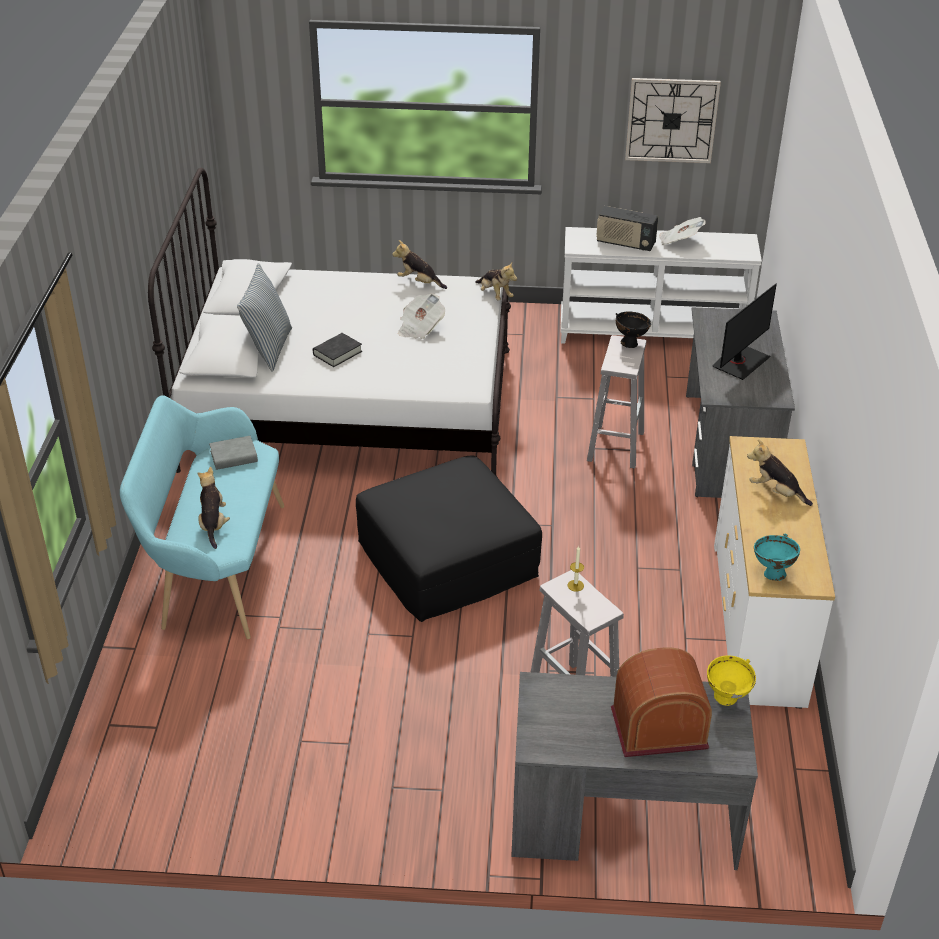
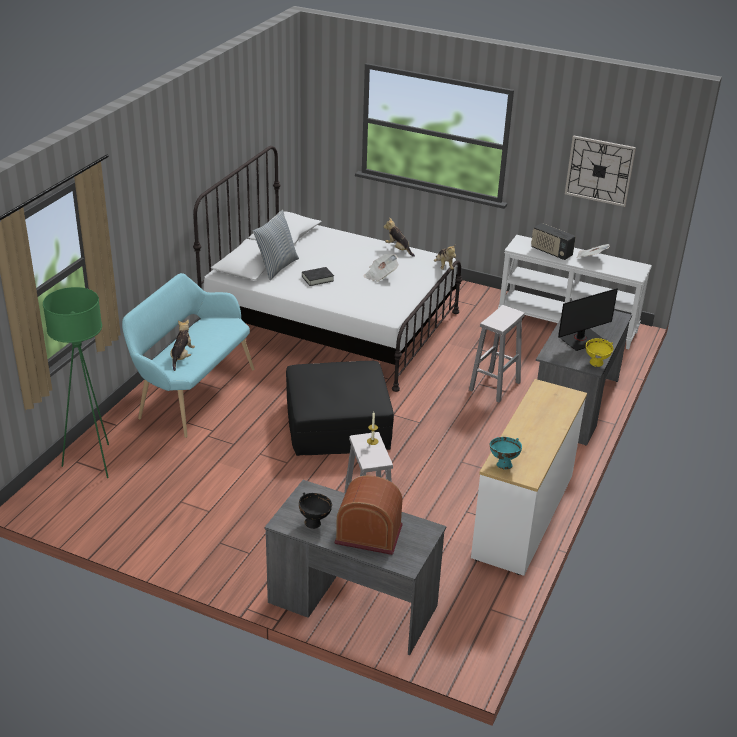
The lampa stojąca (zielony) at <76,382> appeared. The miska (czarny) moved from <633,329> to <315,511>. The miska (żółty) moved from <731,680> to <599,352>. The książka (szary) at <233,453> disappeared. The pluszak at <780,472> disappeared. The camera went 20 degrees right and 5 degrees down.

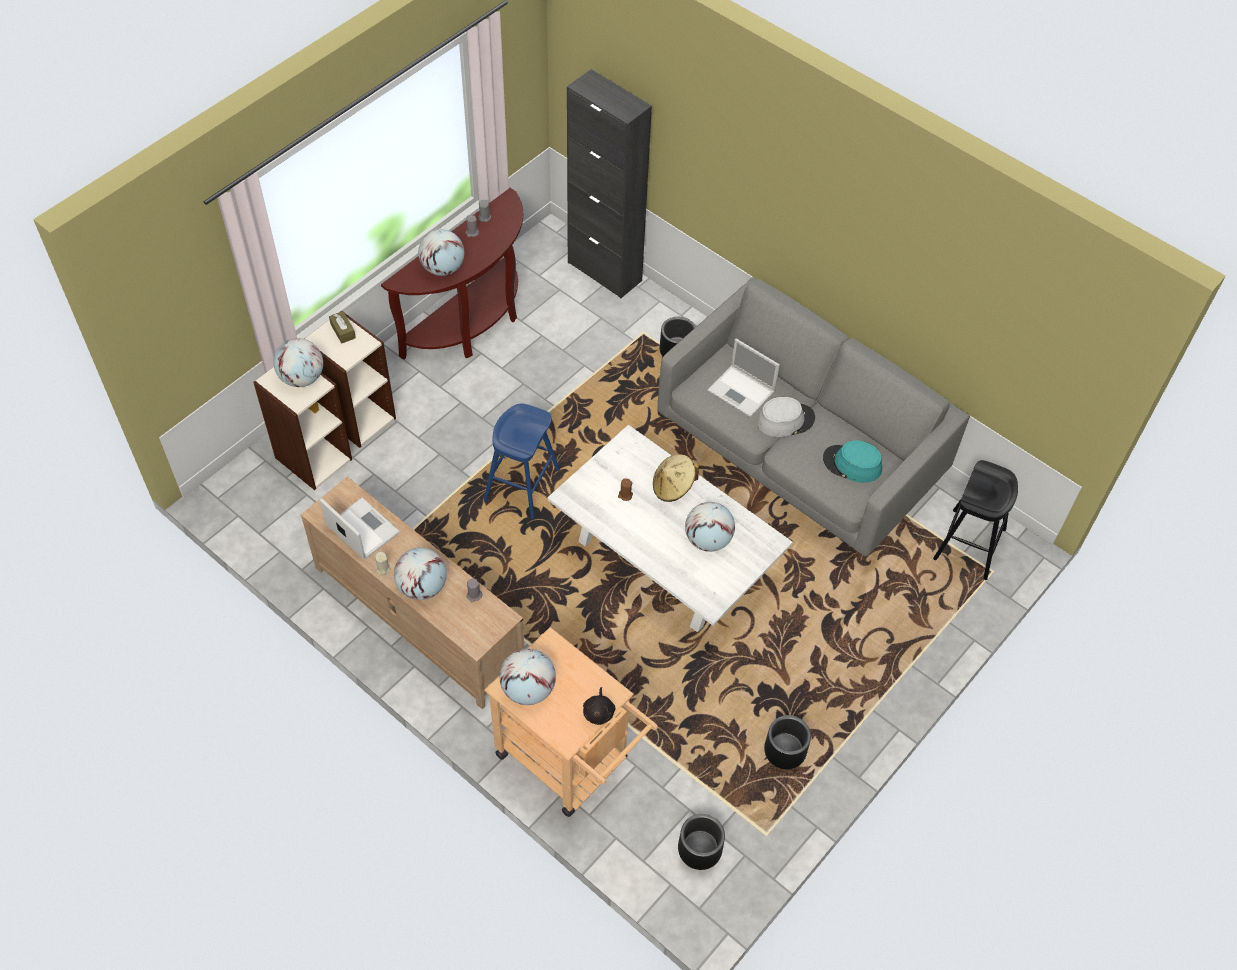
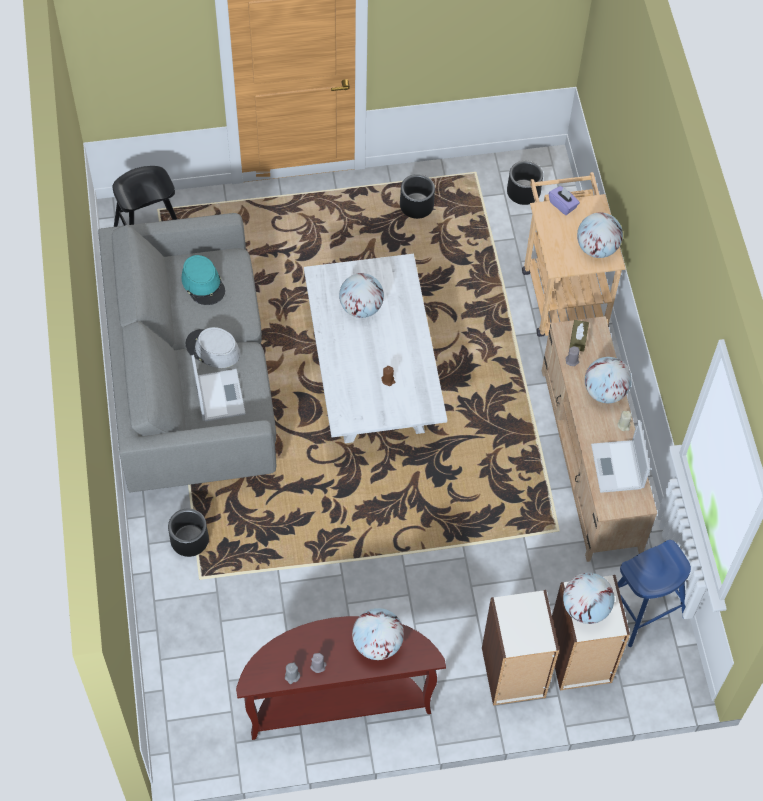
The pluszak (czarny) at <599,706> was replaced by the pudełko chusteczek (fioletowy) at <564,200>. The pudełko chusteczek (brązowy) moved from <342,327> to <579,336>. The stołek (niebieski) moved from <522,461> to <654,593>. The szafka (czarny) at <609,183> disappeared. The kapelusz (beżowy) at <676,478> disappeared. The camera went 140 degrees left and 5 degrees up.

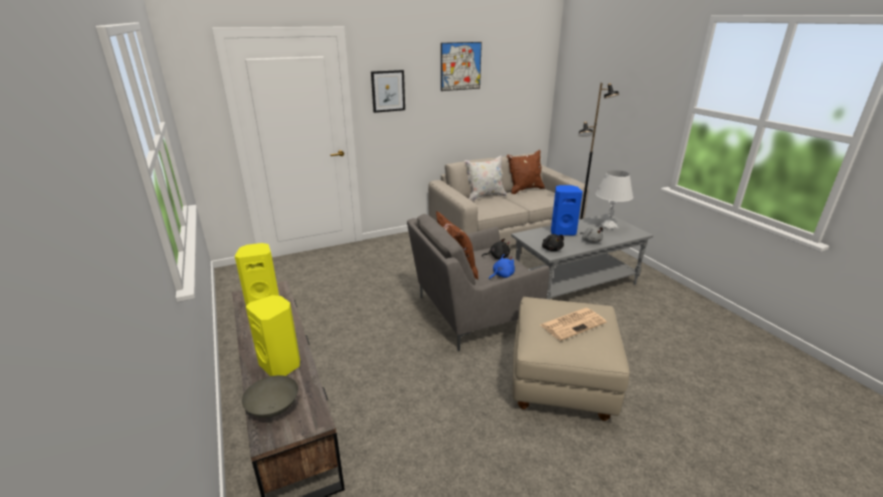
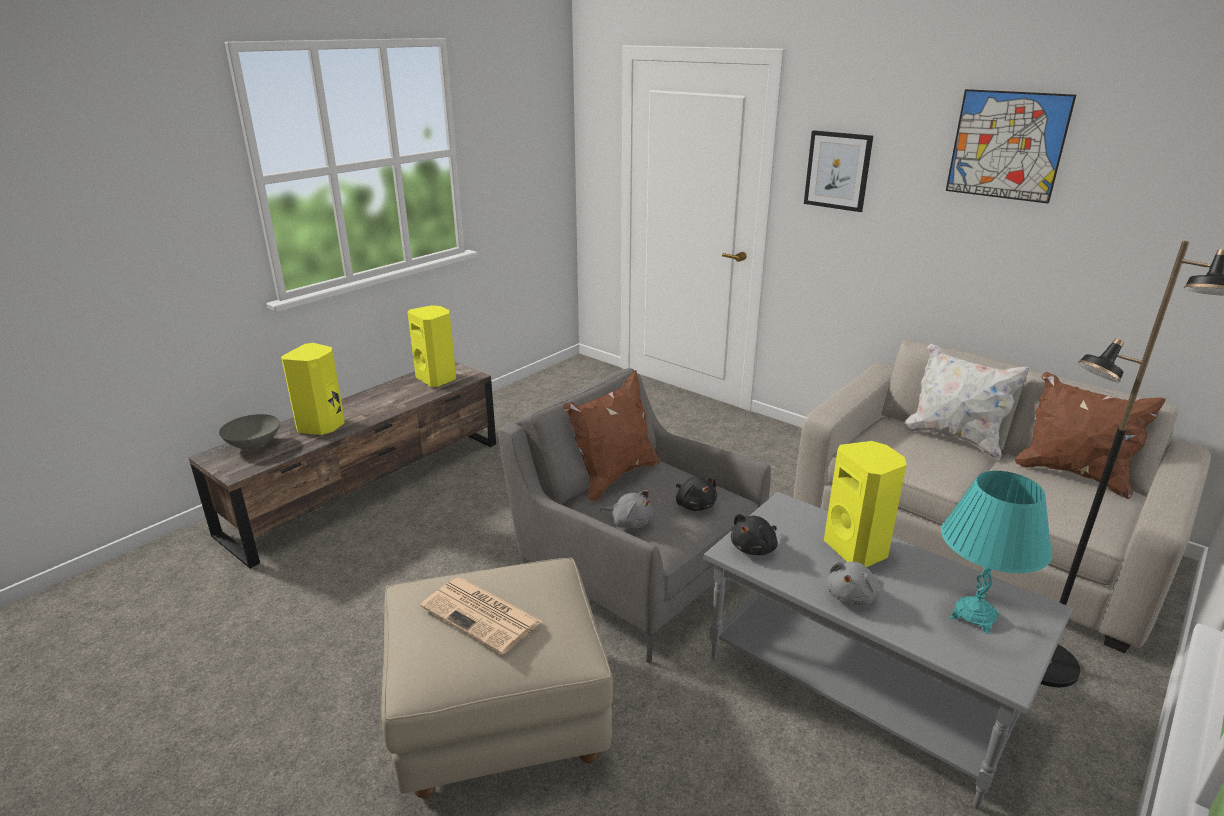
The pluszak (niebieski) at <502,266> became the pluszak (szary) at <626,509>. The głośnik (niebieski) at <567,210> became the głośnik (żółty) at <865,504>. The lampa stołowa (biały) at <614,200> became the lampa stołowa (turkusowy) at <996,552>. The camera went 65 degrees right and 0 degrees up.

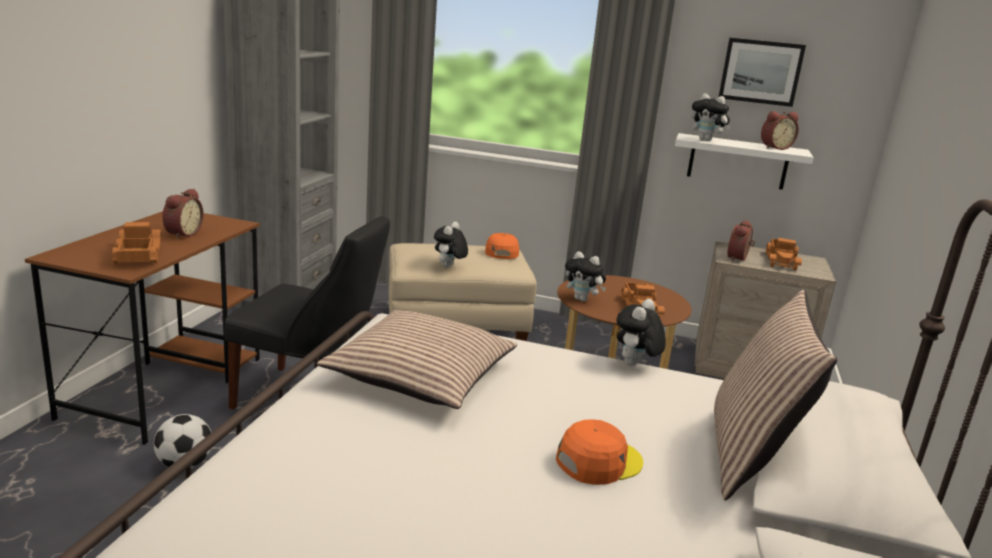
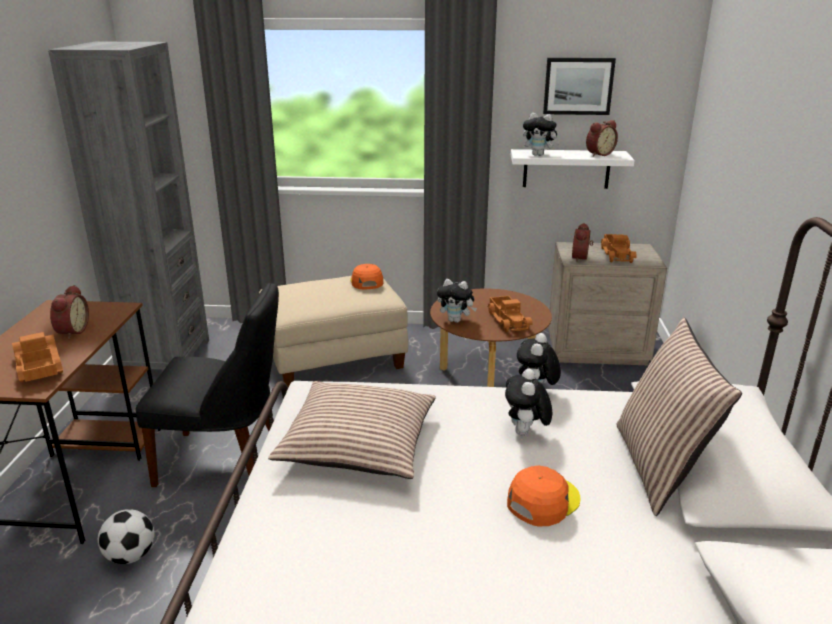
The pluszak moved from <451,245> to <528,402>. The camera went 10 degrees left and 5 degrees up.

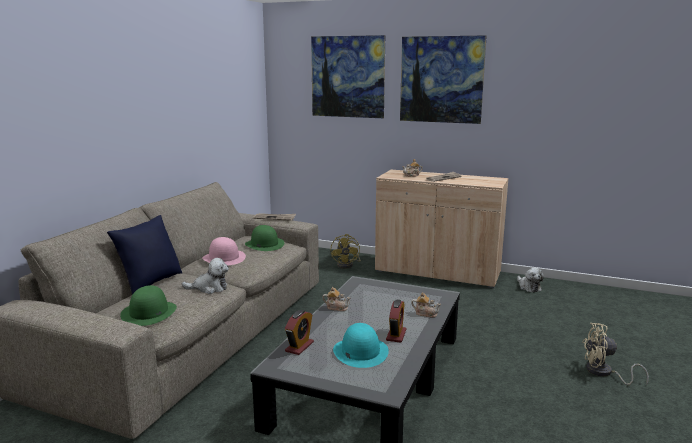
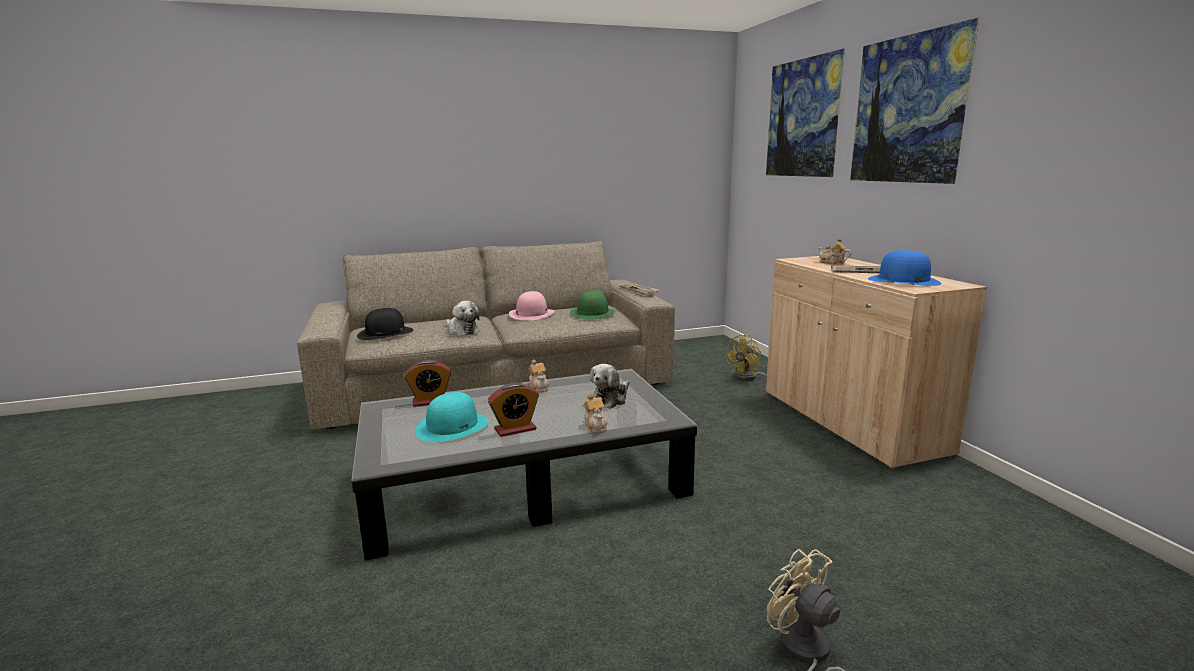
The kapelusz (zielony) at <148,305> became the kapelusz (czarny) at <385,324>. The pluszak moved from <530,280> to <609,386>. The kapelusz (niebieski) at <905,268> appeared. The poduszka (niebieski) at <144,255> disappeared. The camera went 50 degrees right and 0 degrees up.

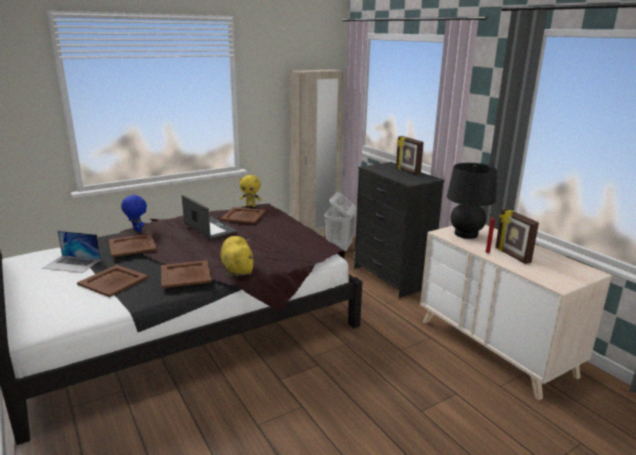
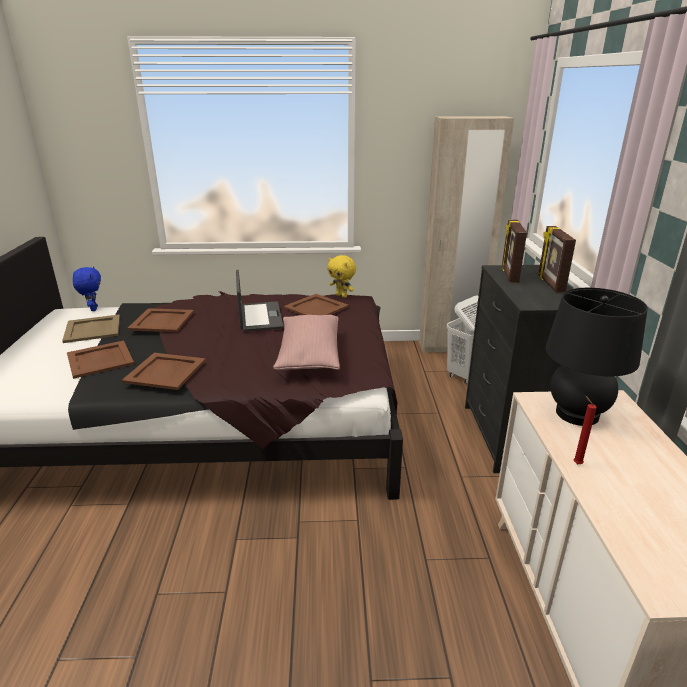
The laptop at <72,252> was replaced by the taca (beżowy) at <91,329>. The pluszak (niebieski) moved from <134,213> to <87,288>. The poduszka (różowy) at <306,342> appeared. The ramka na zdjęcie moved from <517,236> to <514,251>. The pluszak (żółty) at <237,256> disappeared. The camera went 30 degrees right and 5 degrees up.

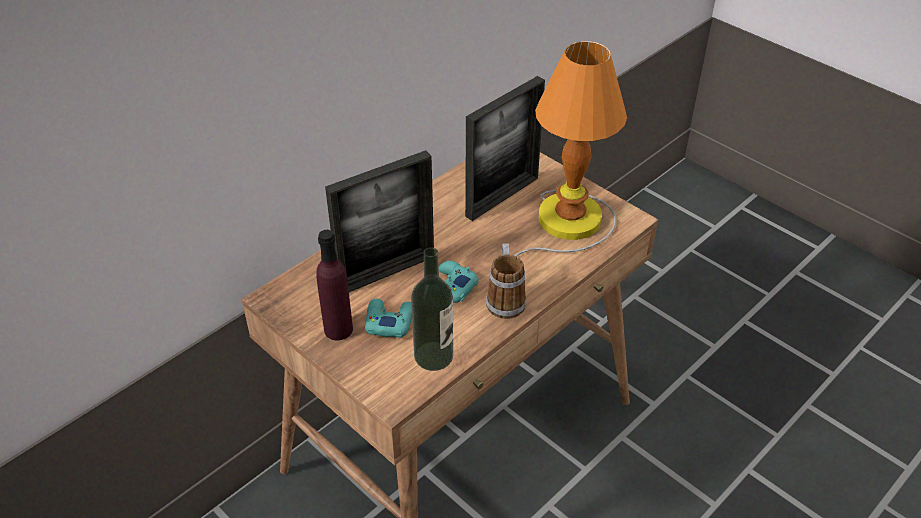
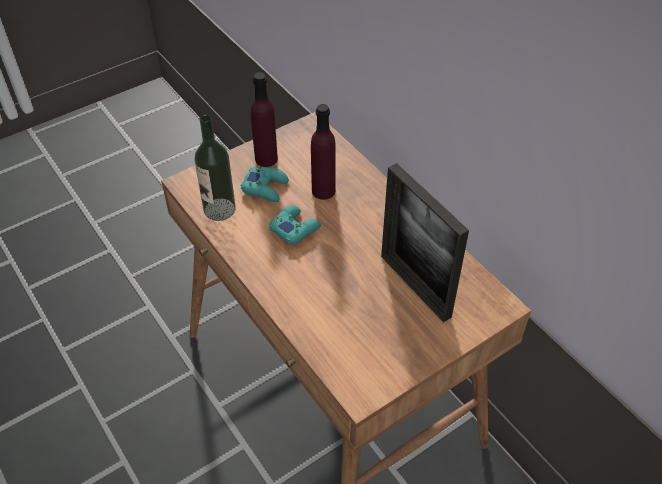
The ramka na zdjęcie at <379,221> was replaced by the butelka (fioletowy) at <323,152>. The kubek at <506,281> disappeared. The lampa stołowa at <571,148> disappeared. The camera went 100 degrees right and 5 degrees up.

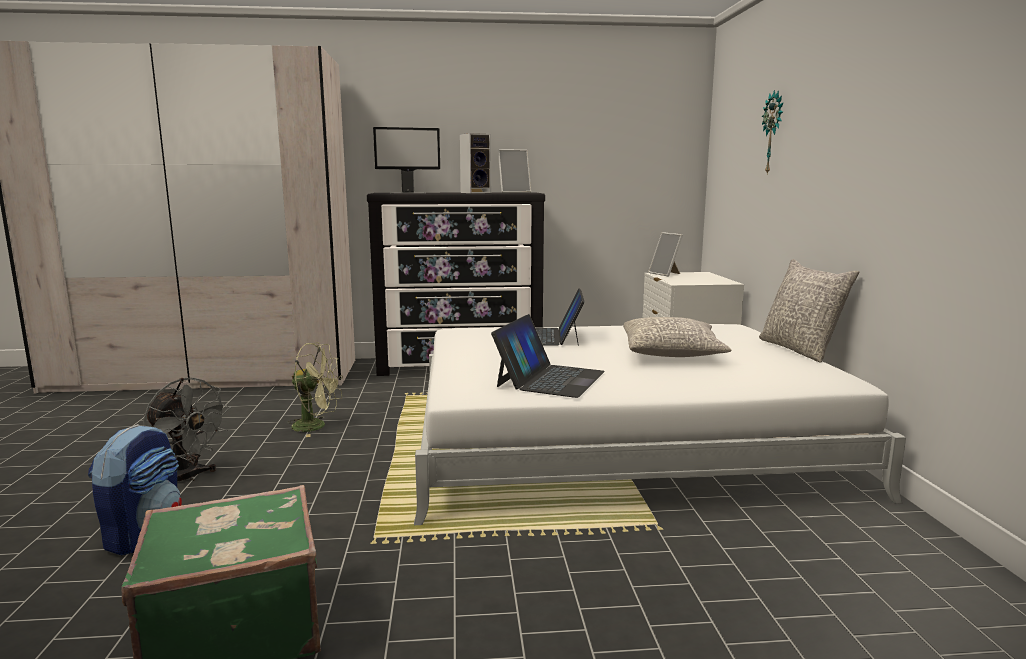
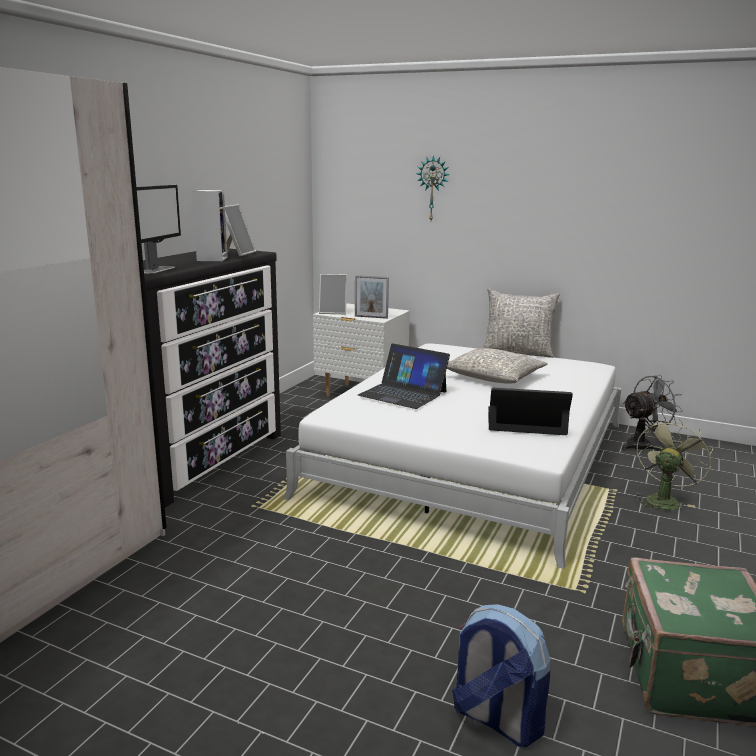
The ramka na zdjęcie at <372,297> appeared. The laptop at <548,356> turned 45 degrees counterclockwise. The wentylator (szary) moved from <187,430> to <652,413>. The wentylator (zielony) moved from <315,389> to <673,464>. The camera went 60 degrees left and 5 degrees up.

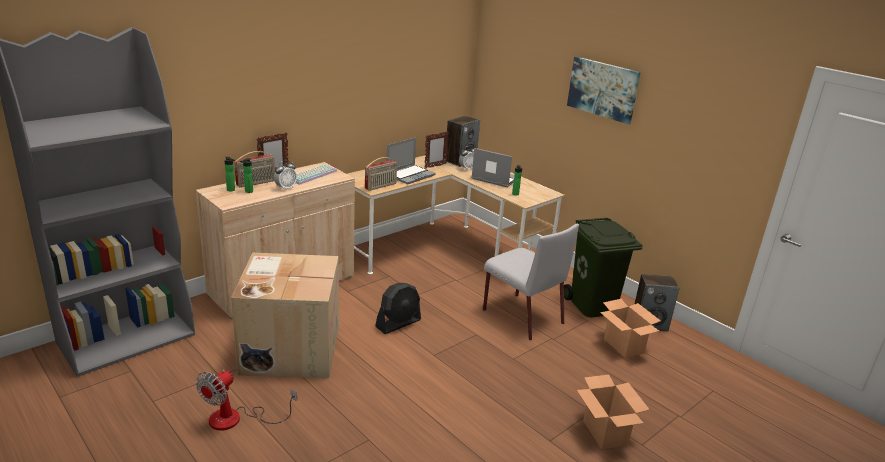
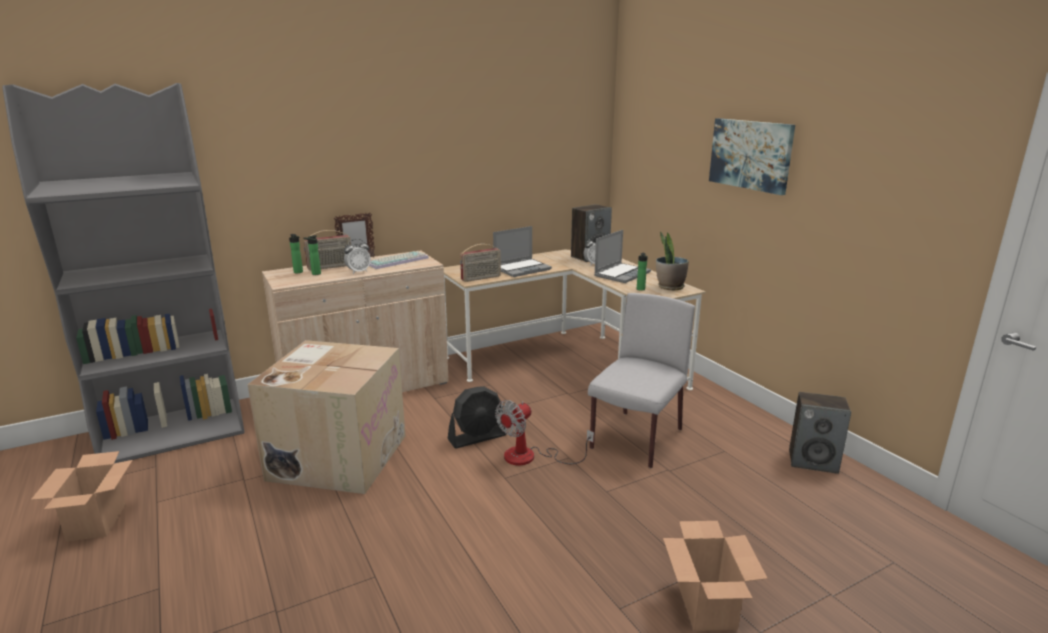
The karton moved from <630,328> to <82,496>. The wentylator moved from <246,400> to <544,433>. The krzesło (szary) at <531,282> turned 120 degrees counterclockwise. The laptop at <492,167> turned 90 degrees clockwise. The roślina doniczkowa at <672,260> appeared. The ramka na zdjęcie at <437,150> disappeared. The kosz na śmieci (zielony) at <603,267> disappeared. The camera went 15 degrees right and 5 degrees down.

